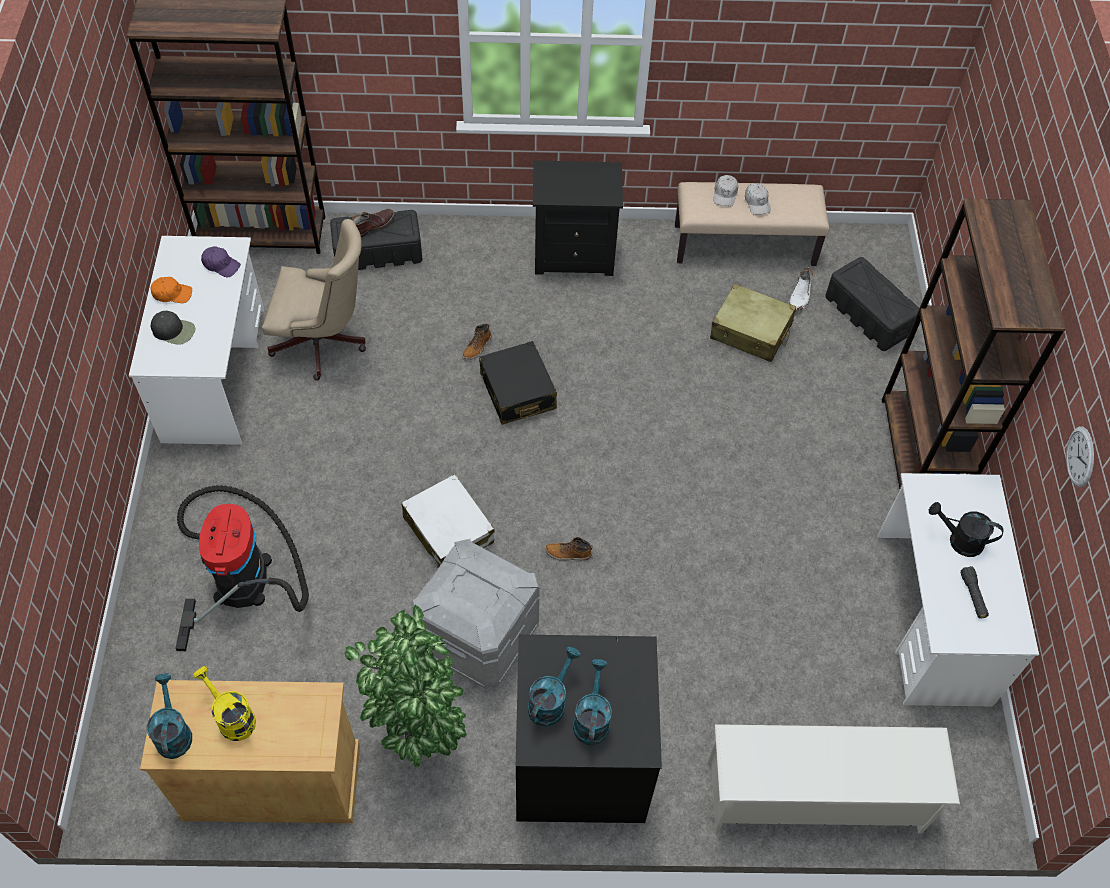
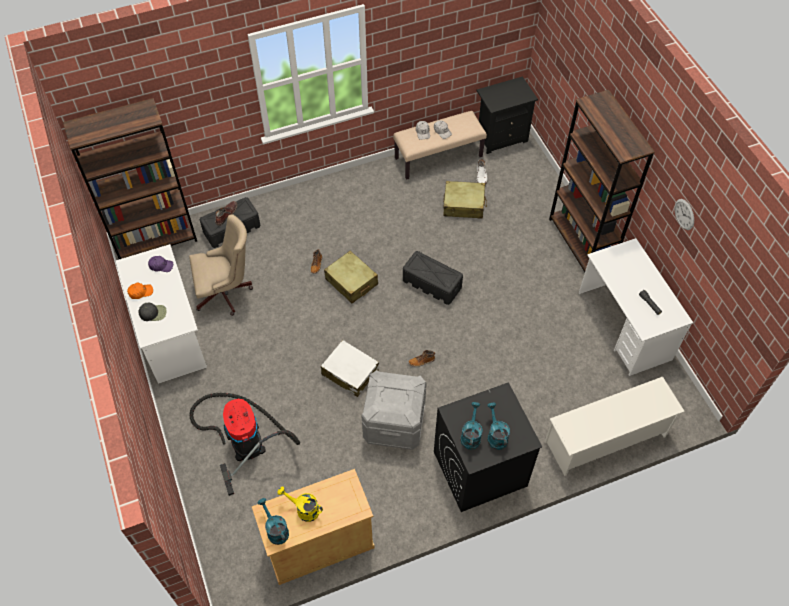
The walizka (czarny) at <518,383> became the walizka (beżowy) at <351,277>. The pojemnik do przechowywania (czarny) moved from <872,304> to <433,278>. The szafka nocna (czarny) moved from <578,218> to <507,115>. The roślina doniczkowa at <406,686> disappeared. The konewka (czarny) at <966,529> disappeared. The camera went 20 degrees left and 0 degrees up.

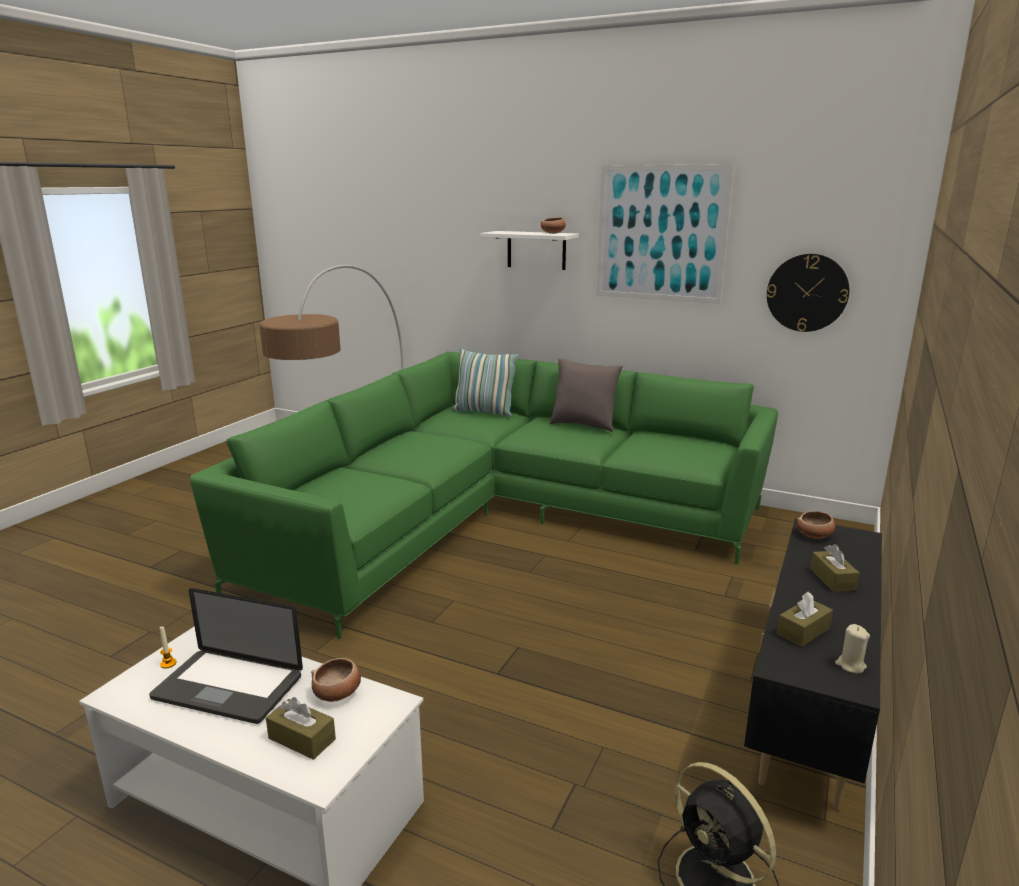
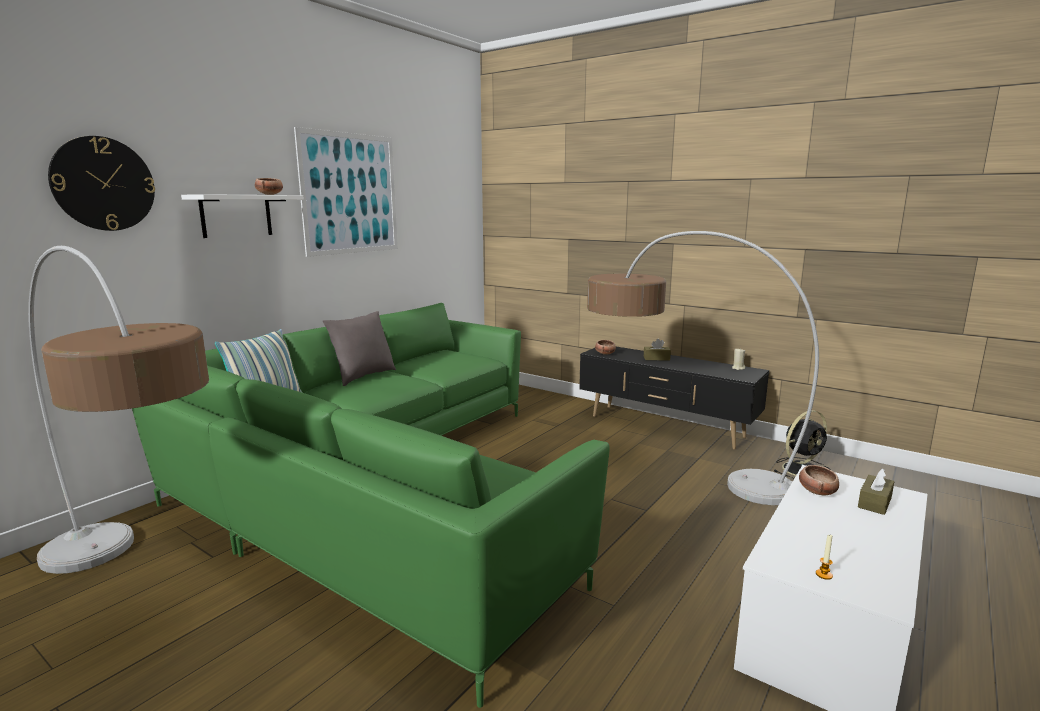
The zegar ścienny moved from <808,293> to <101,183>. The lampa stojąca at <703,368> appeared. The laptop at <226,656> disappeared. The pudełko chusteczek (brązowy) at <805,619> disappeared. The camera went 80 degrees left and 5 degrees down.

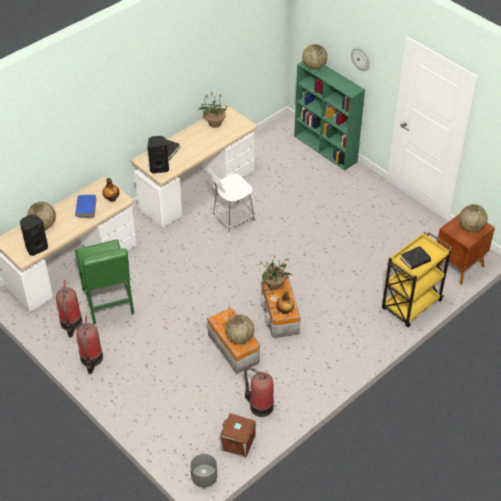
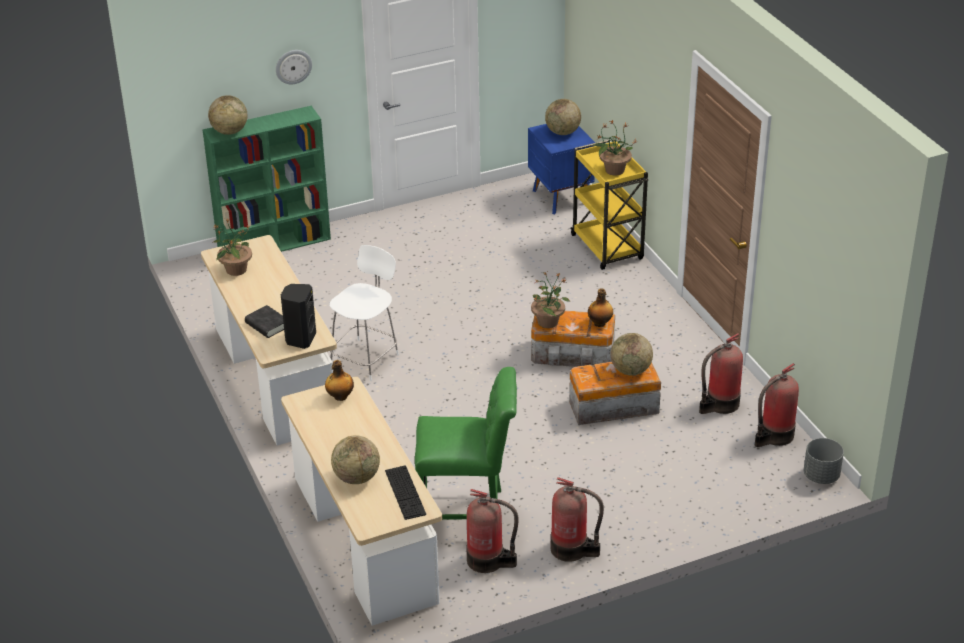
The krzesło (biały) at <231,202> turned 135 degrees counterclockwise. The głośnik (czarny) at <34,235> was replaced by the klawiatura at <405,492>. The szafka nocna (brązowy) at <465,249> became the szafka nocna (niebieski) at <561,169>. The książka (czarny) at <415,258> was replaced by the roślina doniczkowa at <614,148>. The pojemnik do przechowywania (brązowy) at <238,435> was replaced by the gaśnica at <777,405>. The książka (niebieski) at <85,206> disappeared. The camera went 70 degrees left and 10 degrees down.

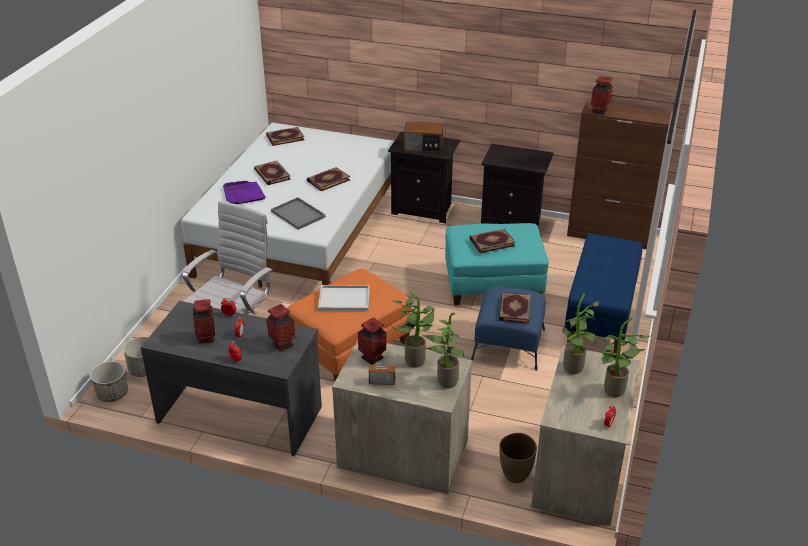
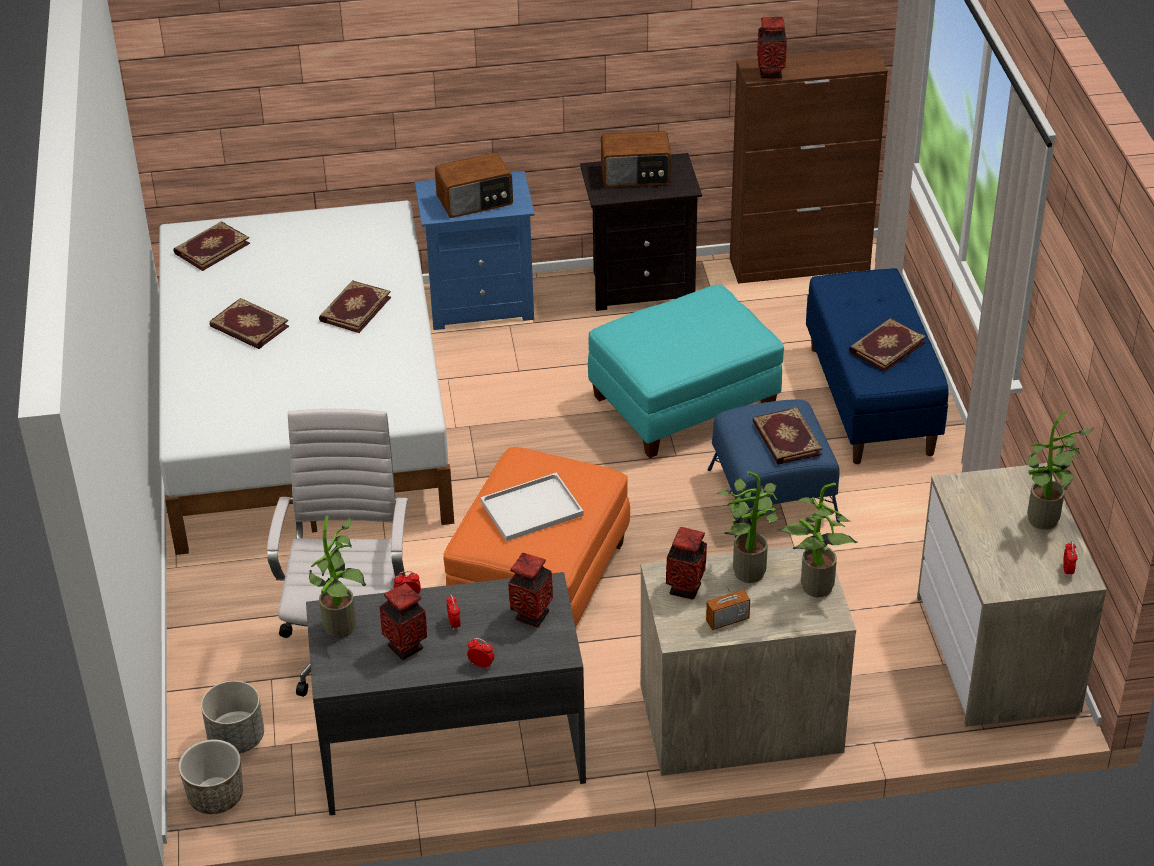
The roślina doniczkowa moved from <581,333> to <337,577>. The szafka nocna (czarny) at <424,177> became the szafka nocna (niebieski) at <475,250>. The radio at <636,159> appeared. The książka moved from <492,241> to <887,345>. The taca (fioletowy) at <244,192> disappeared. The taca (szary) at <298,213> disappeared. The wazon (brązowy) at <518,458> disappeared. The camera went 25 degrees left and 5 degrees up.

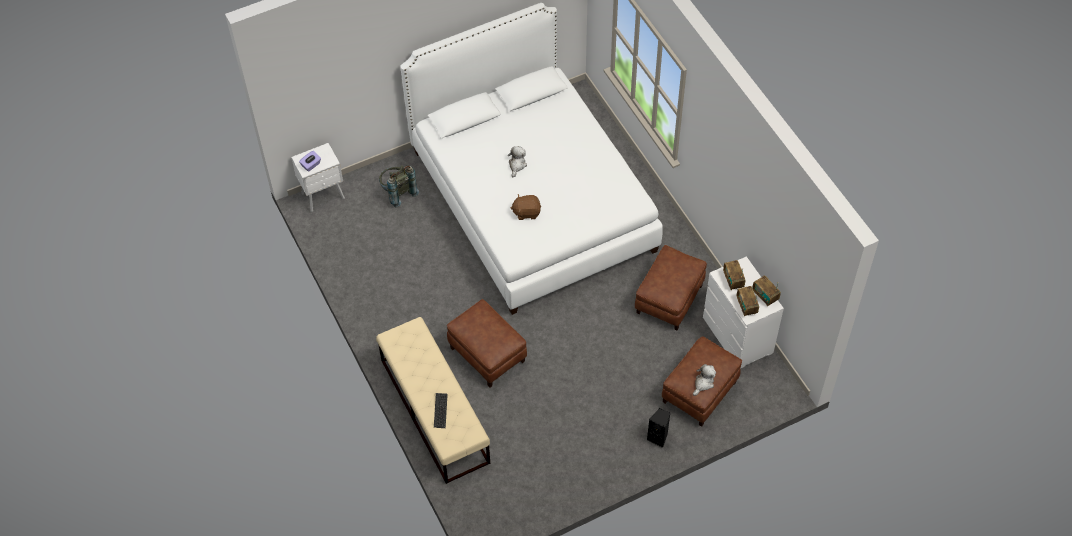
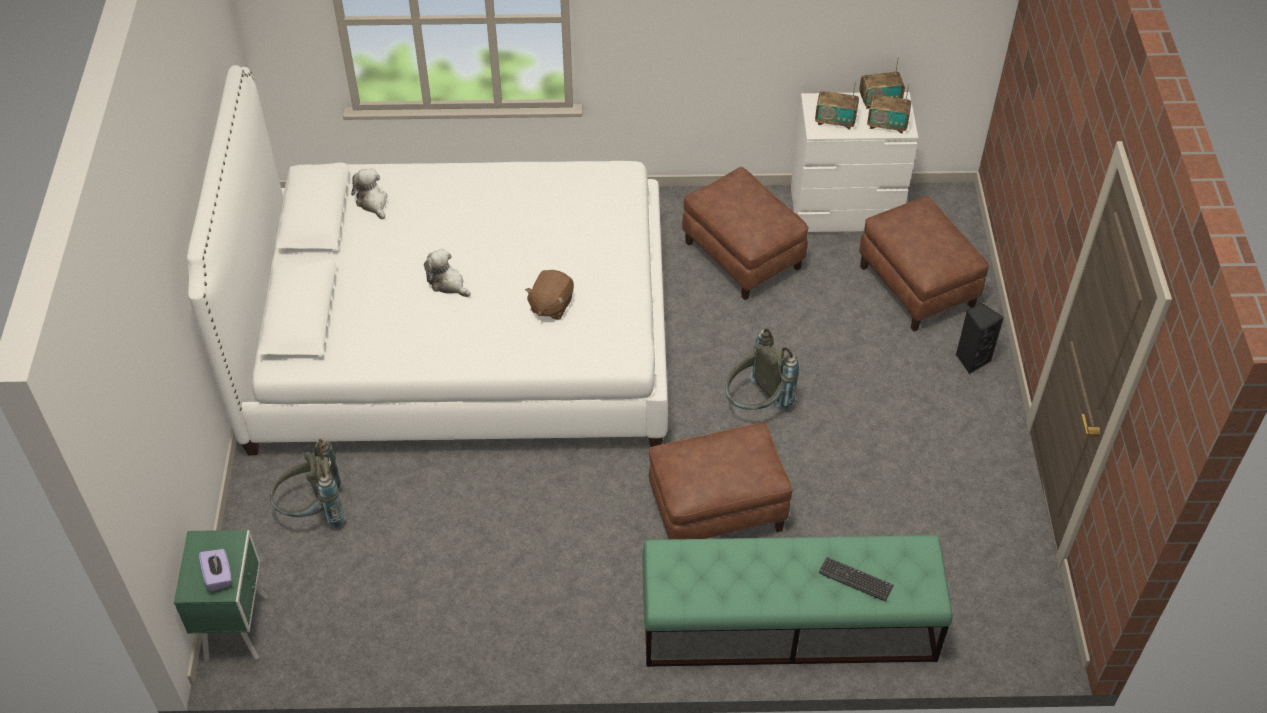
The szafka nocna (biały) at <318,177> became the szafka nocna (zielony) at <221,595>. The pluszak moved from <704,380> to <369,194>. The ławka (beżowy) at <433,400> became the ławka (zielony) at <797,601>. The plecak (szary) at <762,369> appeared. The camera went 65 degrees left and 5 degrees down.

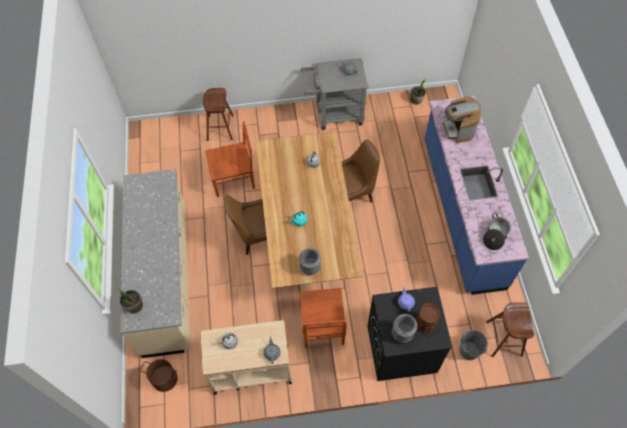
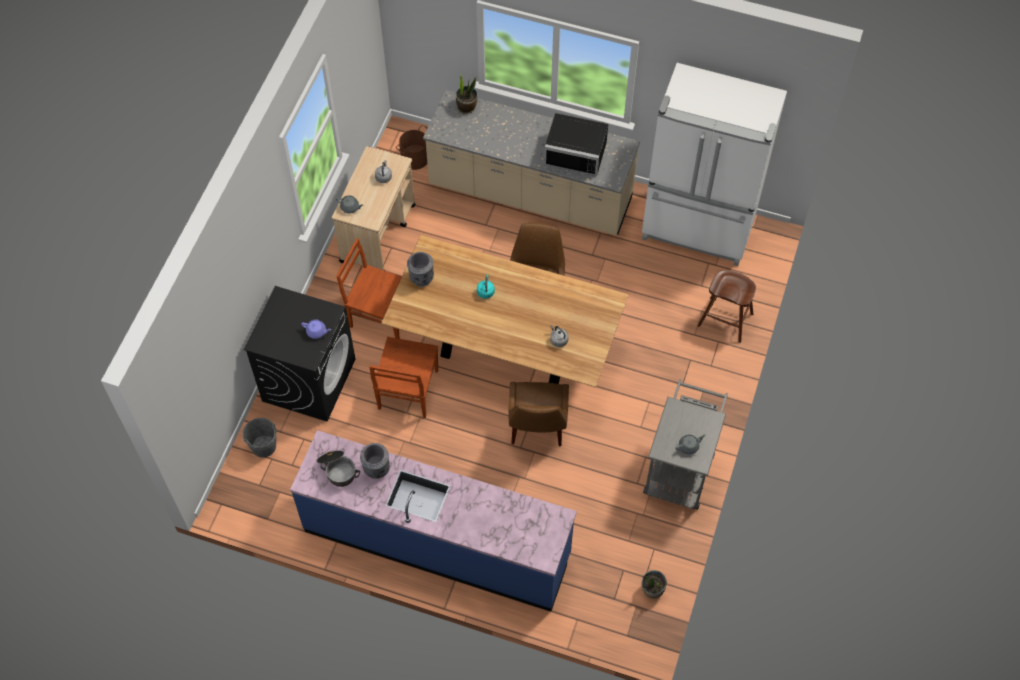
The wazon (szary) moved from <404,328> to <375,461>. The krzesło (brązowy) moved from <230,159> to <403,377>. The mikrofalówka (czarny) at <576,144> appeared. The lodówka (biały) at <714,164> appeared. The wazon (brązowy) at <428,318> disappeared. The ekspres do kawy at <462,119> disappeared. The stołek (brązowy) at <510,329> disappeared. The camera went 115 degrees right and 0 degrees up.

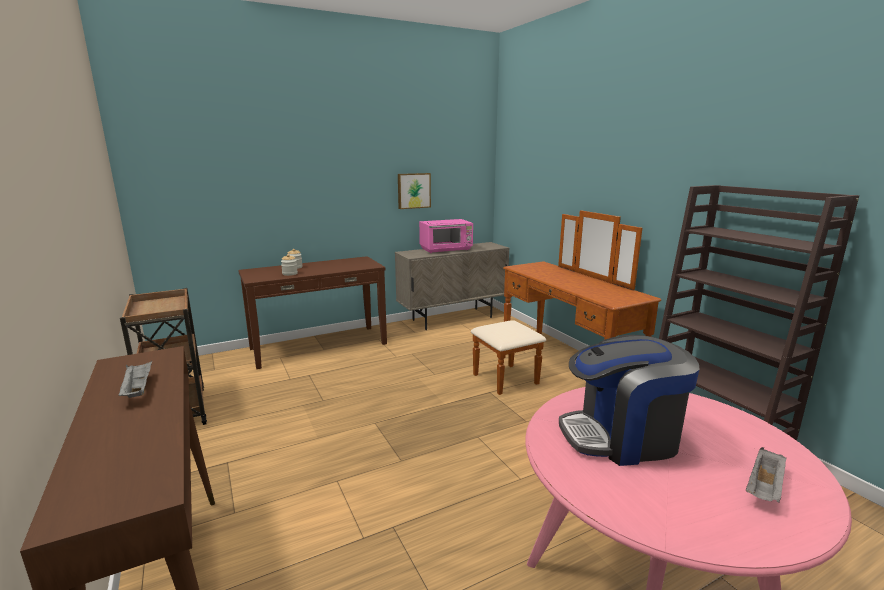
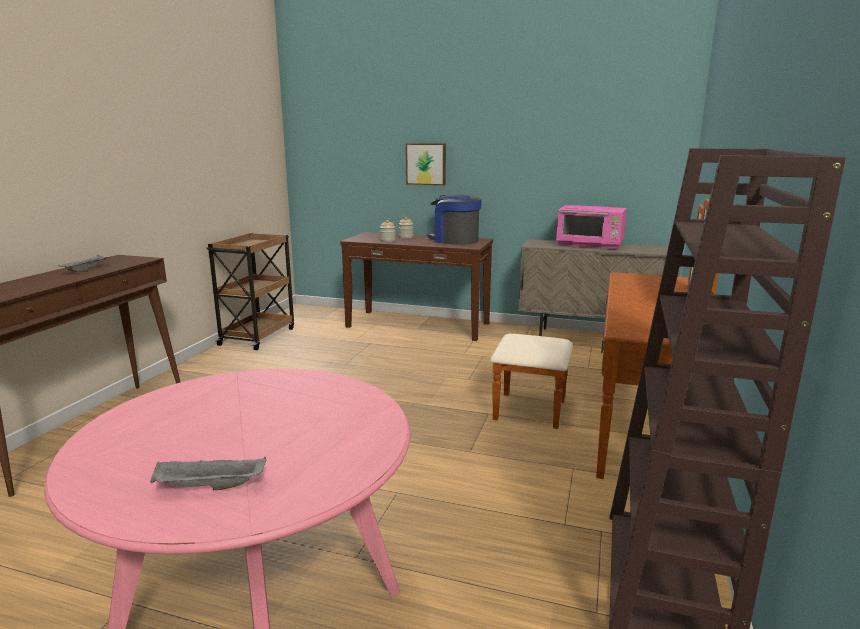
The obraz moved from <414,191> to <426,164>. The ekspres do kawy moved from <629,400> to <455,219>. The camera went 45 degrees right and 0 degrees up.

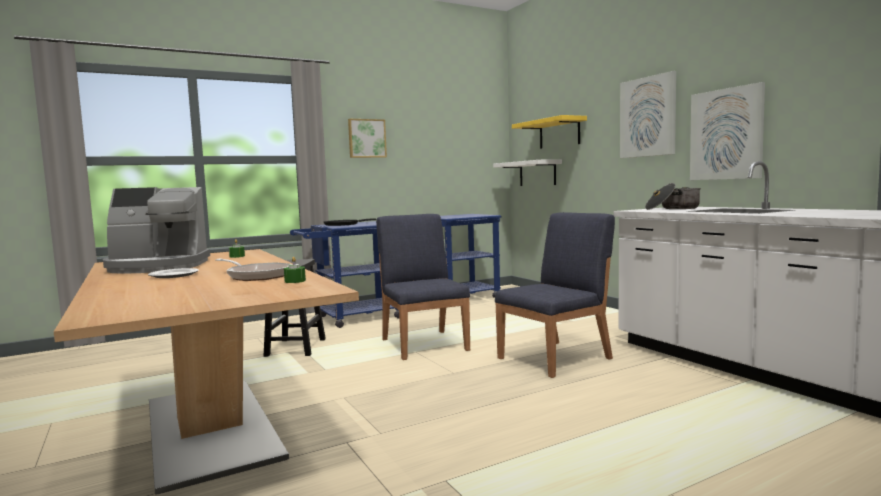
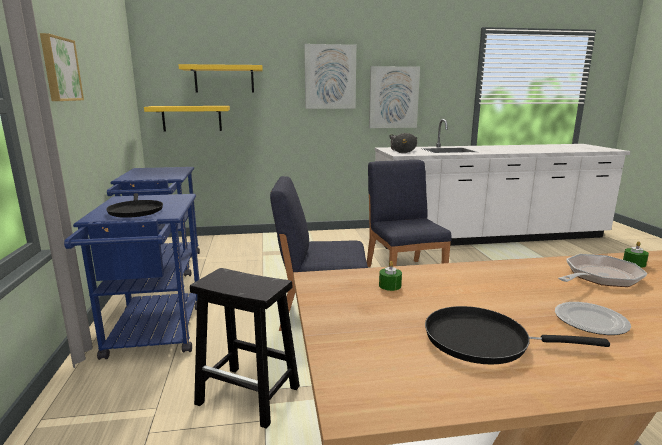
The półka (biały) at <527,172> became the półka (żółty) at <187,119>. The ekspres do kawy at <156,230> was replaced by the patelnia (czarny) at <517,335>. The camera went 70 degrees left and 10 degrees up.

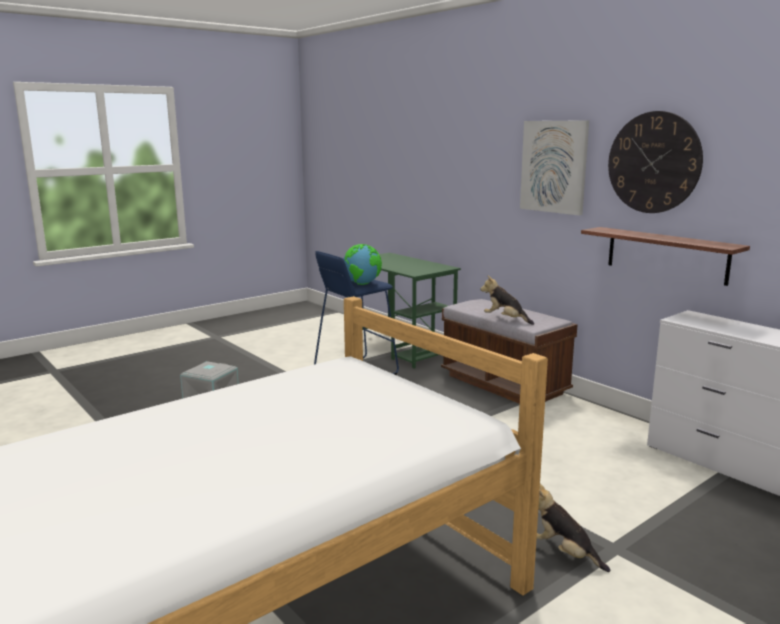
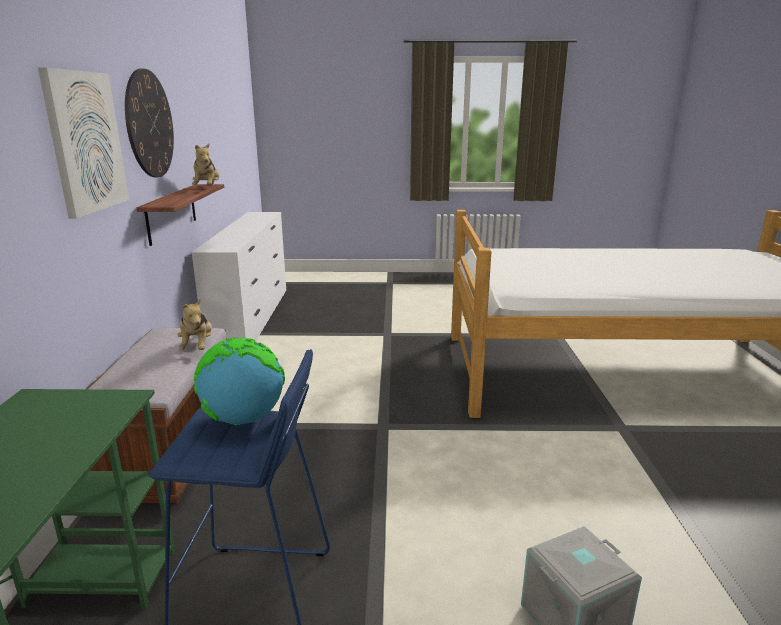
The pluszak moved from <573,528> to <205,164>. The camera went 140 degrees left and 5 degrees up.

